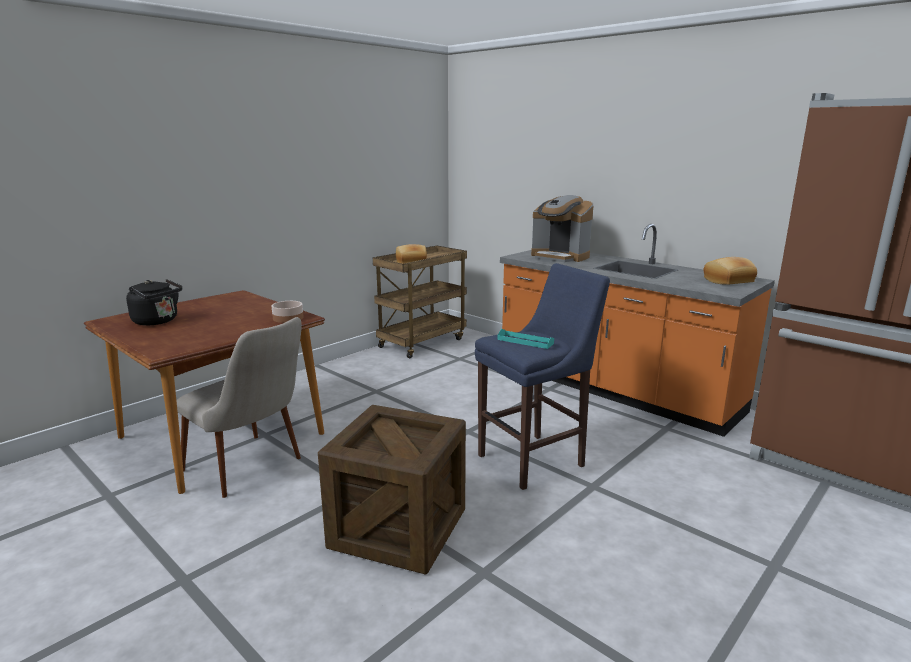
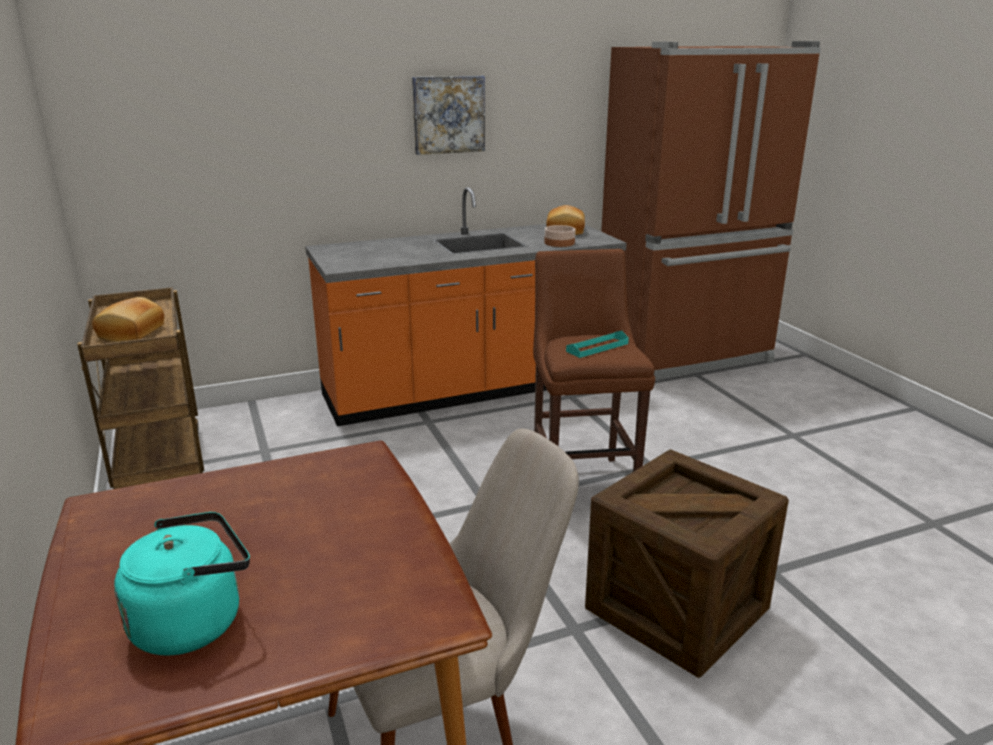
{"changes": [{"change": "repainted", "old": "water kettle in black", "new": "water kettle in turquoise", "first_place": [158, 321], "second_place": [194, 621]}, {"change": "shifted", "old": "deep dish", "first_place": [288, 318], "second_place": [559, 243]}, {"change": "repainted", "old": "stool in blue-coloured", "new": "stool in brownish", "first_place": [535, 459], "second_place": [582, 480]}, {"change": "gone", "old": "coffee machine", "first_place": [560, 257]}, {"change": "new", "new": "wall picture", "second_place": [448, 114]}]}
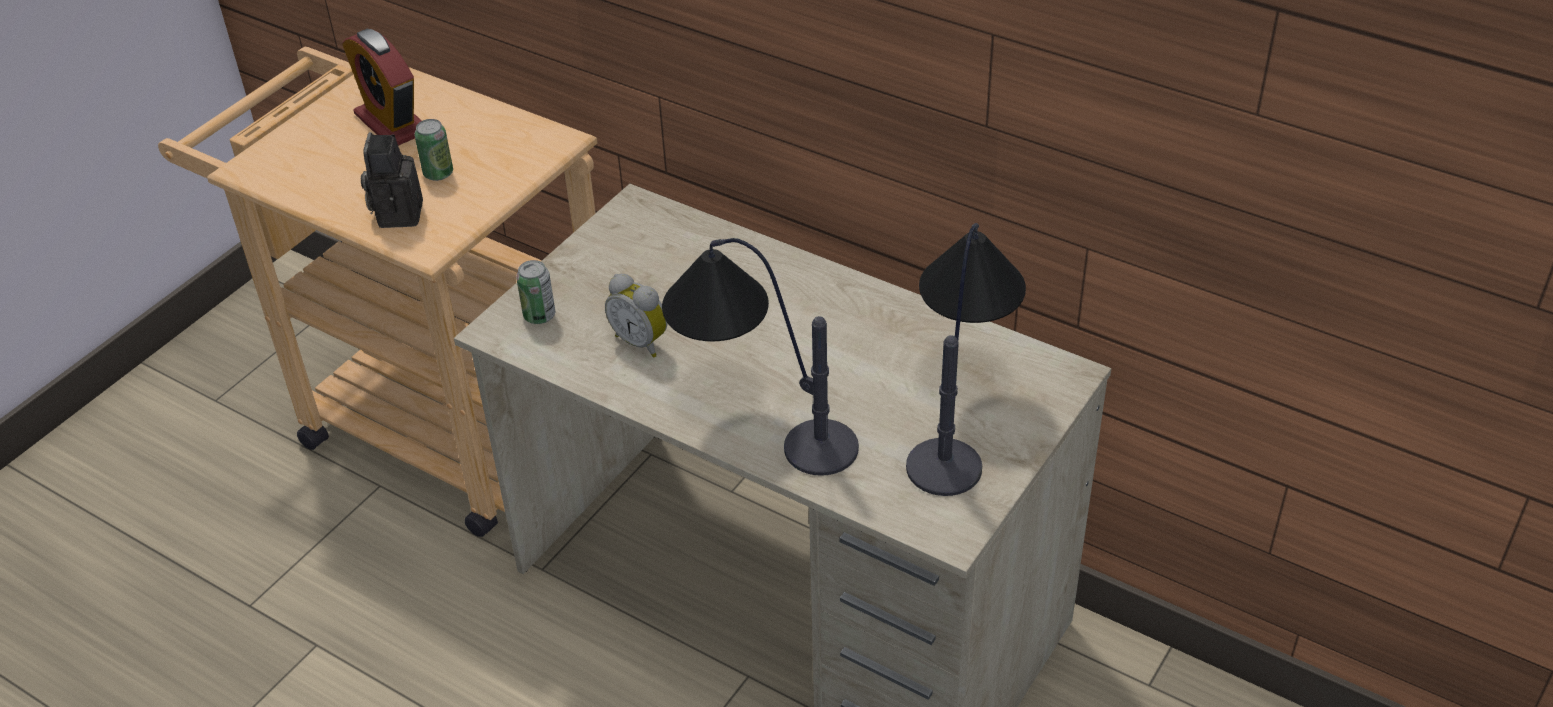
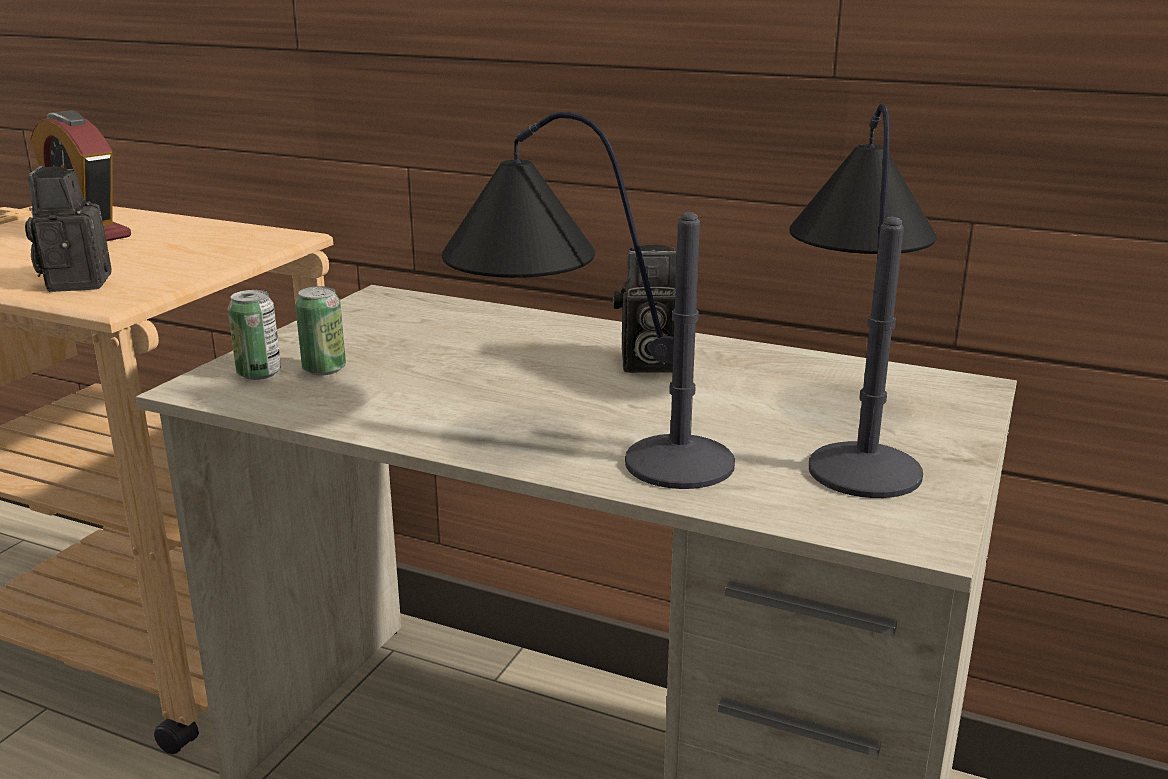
{"changes": [{"change": "shifted", "old": "metal can", "first_place": [438, 173], "second_place": [324, 369]}, {"change": "gone", "old": "alarm clock", "first_place": [642, 341]}, {"change": "new", "new": "photo camera", "second_place": [646, 364]}]}
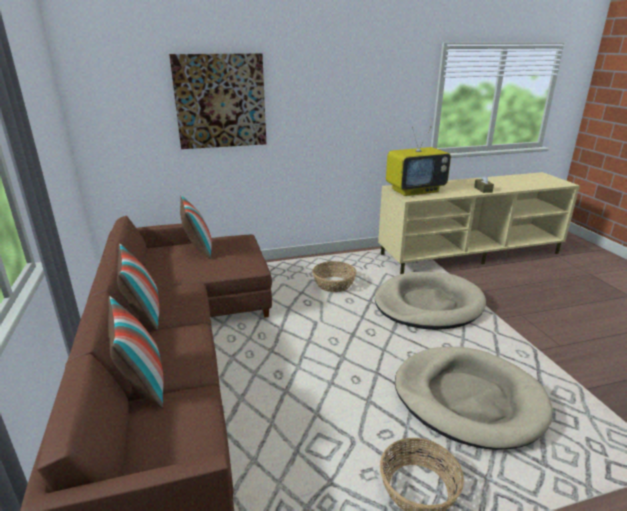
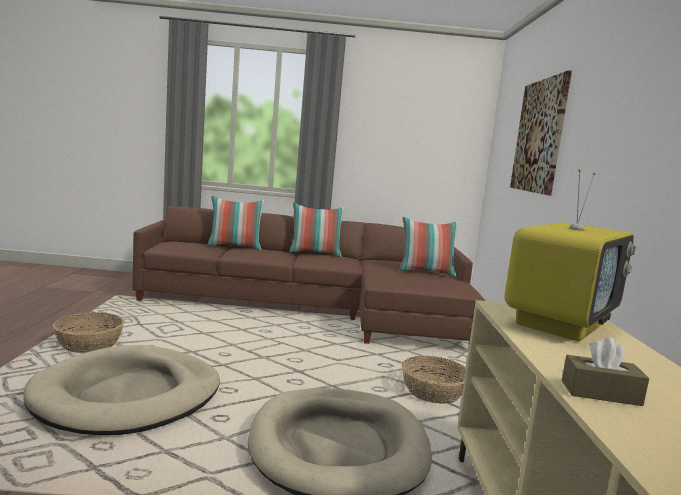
{"changes": [{"change": "rotated", "old": "television", "first_place": [415, 190], "second_place": [561, 323], "degrees": -135}]}
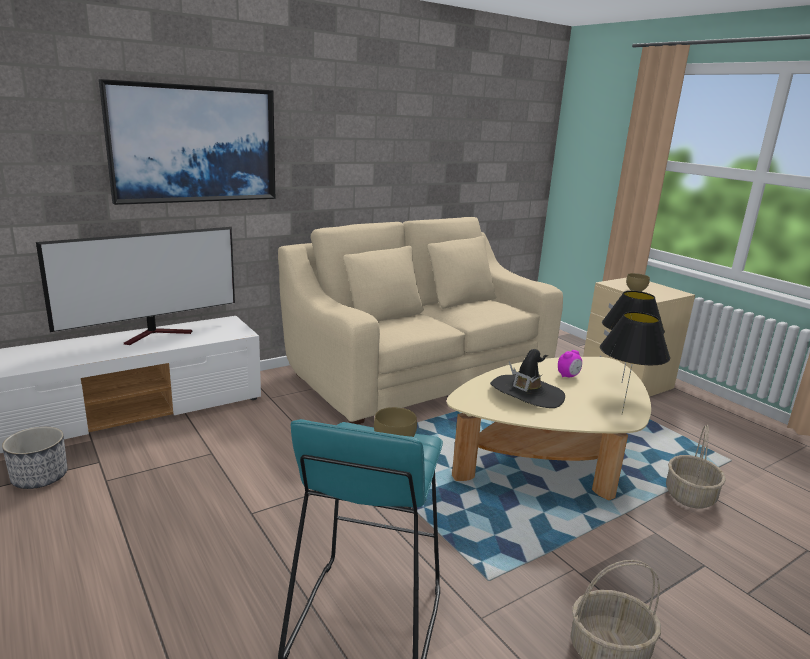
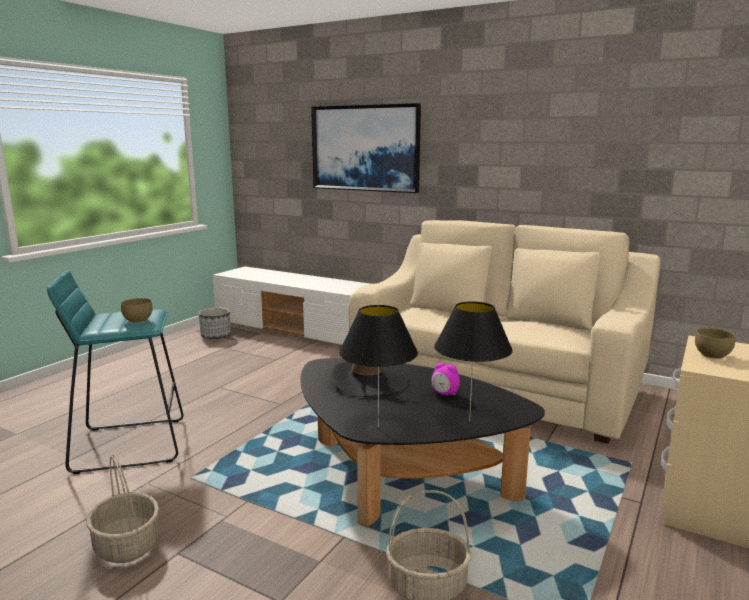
{"changes": [{"change": "gone", "old": "television", "first_place": [157, 334]}, {"change": "repainted", "old": "lounge table in beige-coloured", "new": "lounge table in black", "first_place": [549, 462], "second_place": [401, 479]}]}
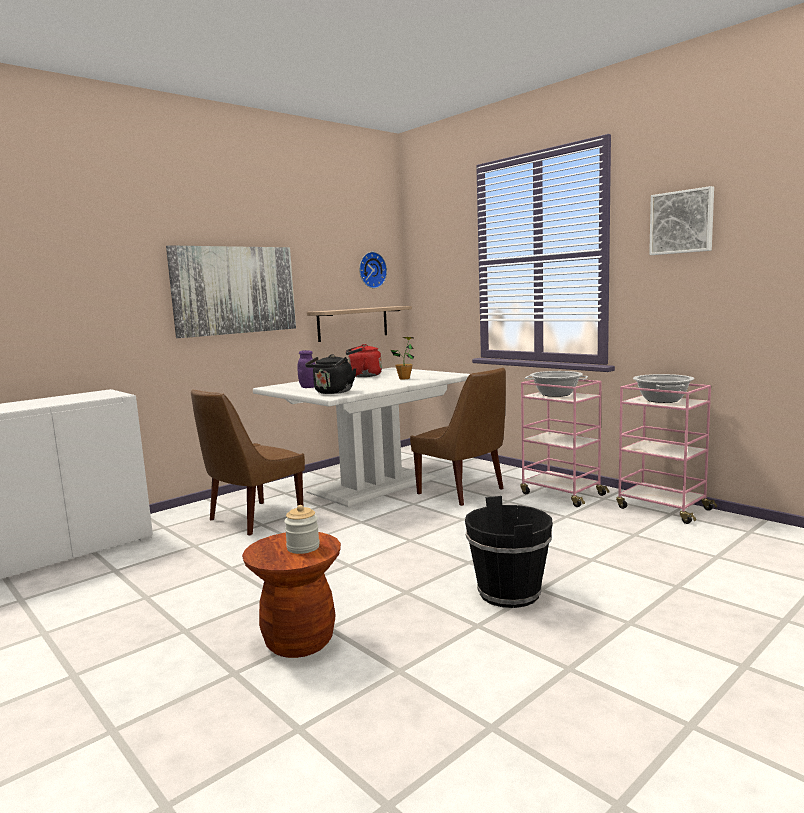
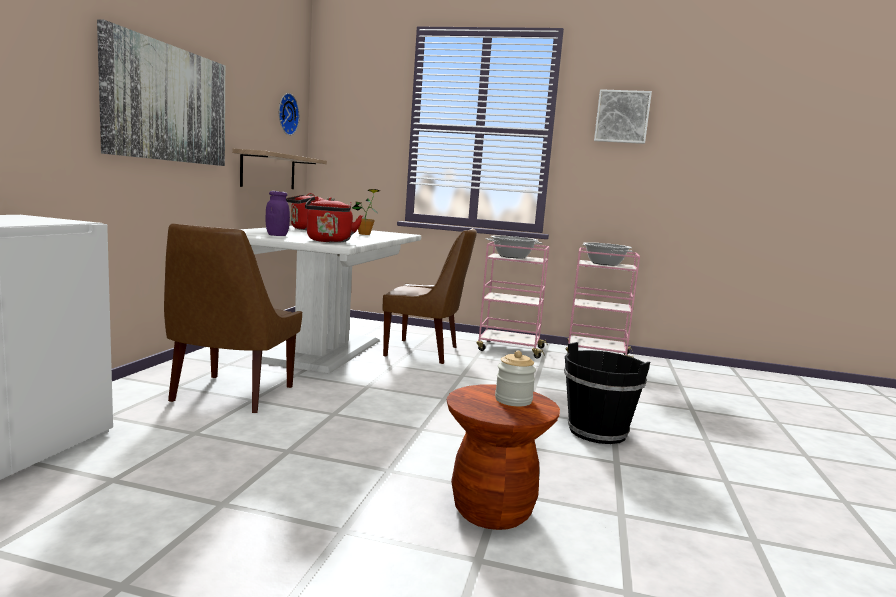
{"changes": [{"change": "repainted", "old": "water kettle in black", "new": "water kettle in red-coloured", "first_place": [332, 392], "second_place": [329, 241]}]}
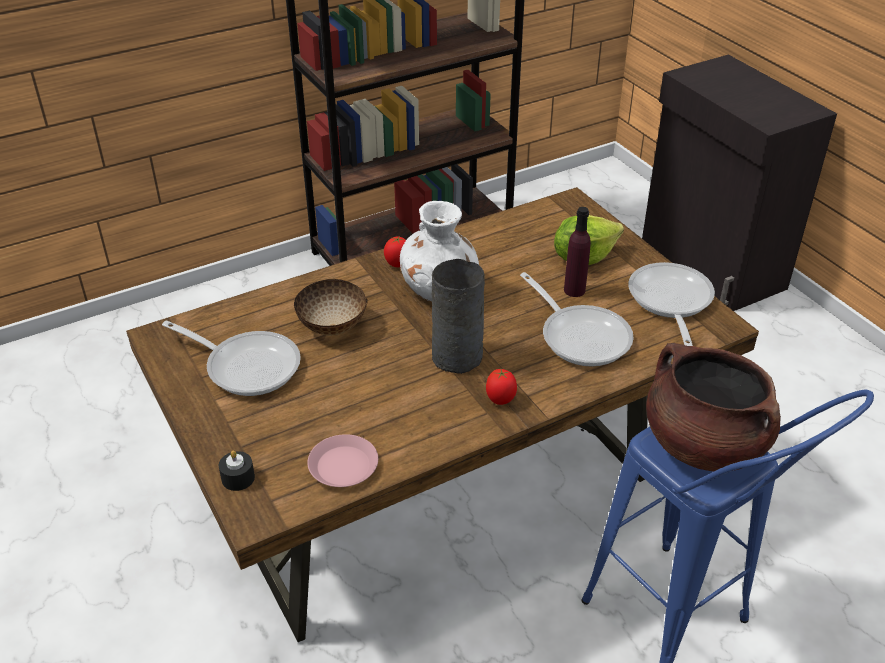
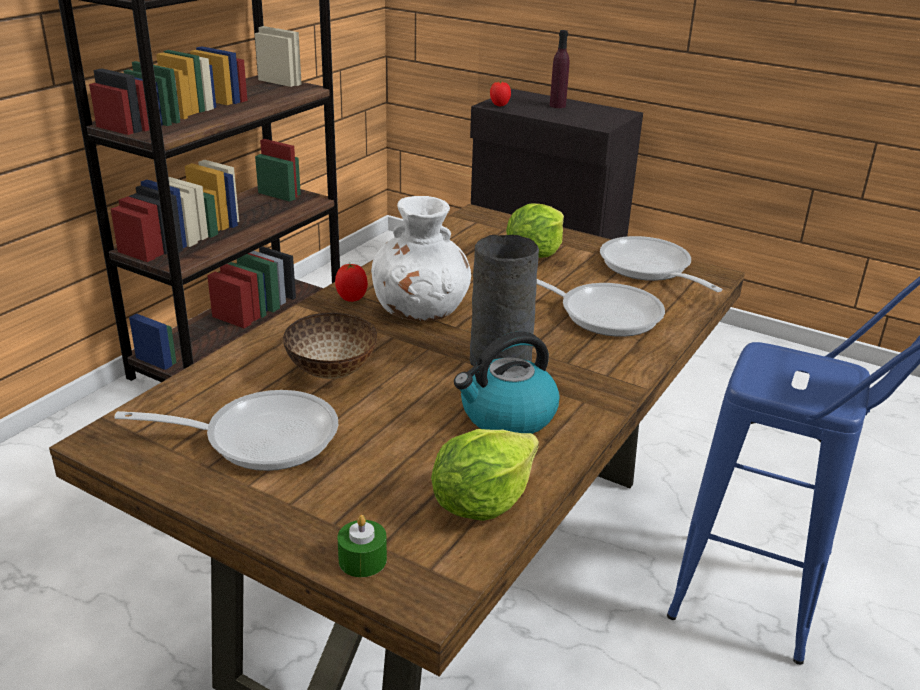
{"changes": [{"change": "repainted", "old": "wax light in black", "new": "wax light in green", "first_place": [238, 478], "second_place": [362, 560]}, {"change": "swapped", "old": "dinner plate in pink-coloured", "new": "head of lettuce", "first_place": [343, 466], "second_place": [481, 502]}, {"change": "shifted", "old": "whole tomato", "first_place": [500, 400], "second_place": [499, 105]}, {"change": "shifted", "old": "bottle in purple", "first_place": [574, 290], "second_place": [557, 106]}, {"change": "gone", "old": "cooking pot in brownish", "first_place": [703, 444]}, {"change": "new", "new": "water kettle", "second_place": [507, 416]}]}
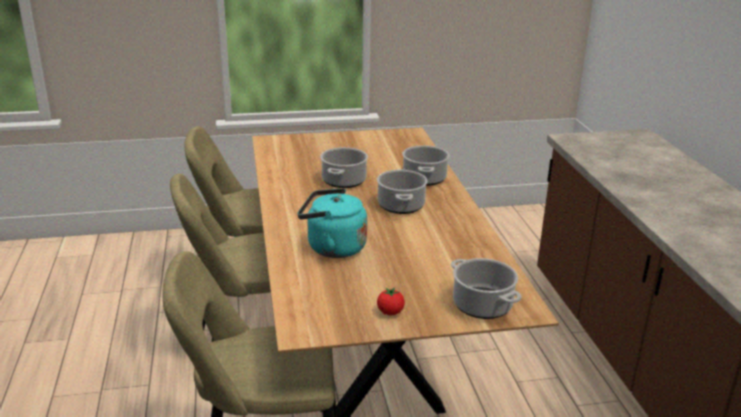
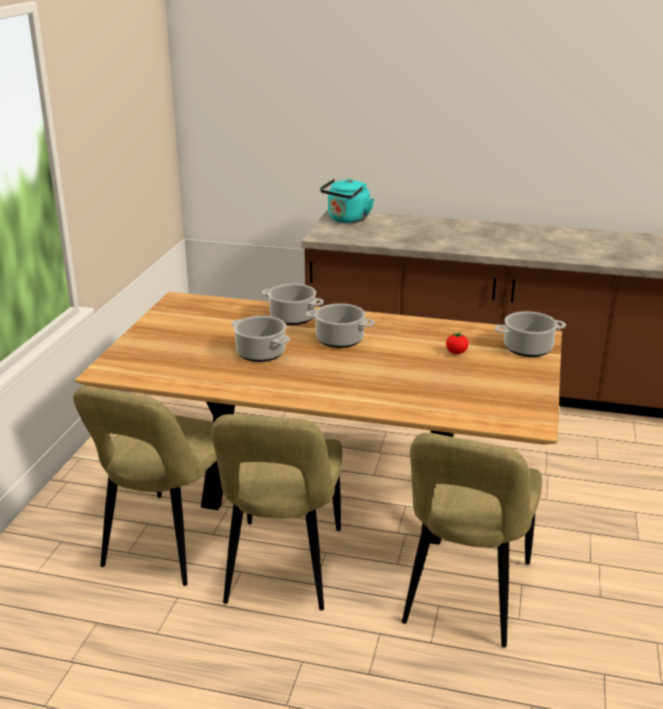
{"changes": [{"change": "shifted", "old": "water kettle in turquoise", "first_place": [332, 247], "second_place": [347, 220]}, {"change": "shifted", "old": "whole tomato", "first_place": [390, 312], "second_place": [456, 352]}]}
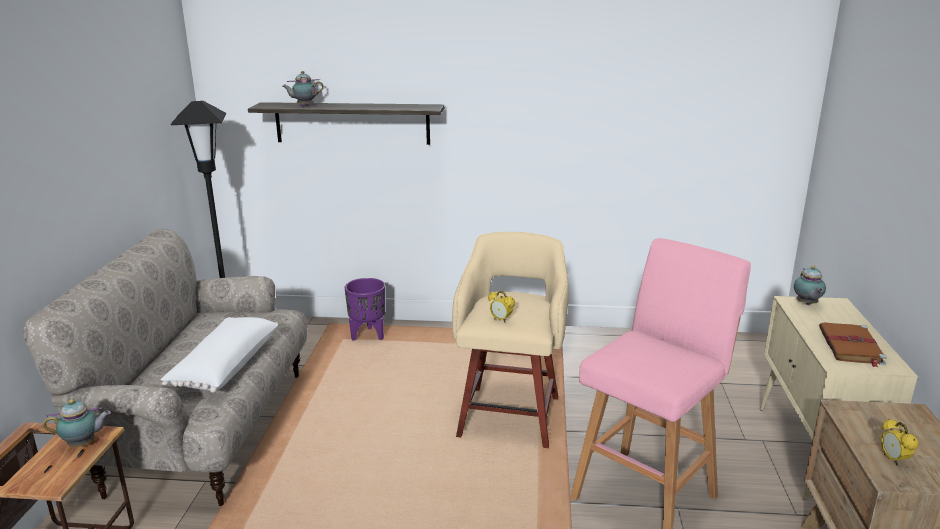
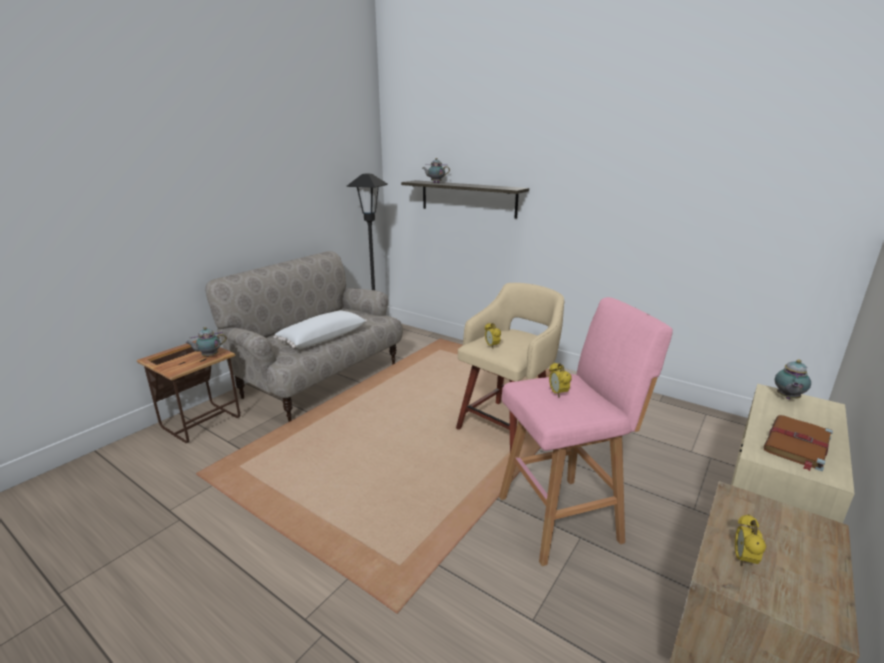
{"changes": [{"change": "rotated", "old": "teapot", "first_place": [84, 444], "second_place": [209, 356], "degrees": 135}, {"change": "gone", "old": "plant pot in purple", "first_place": [368, 336]}, {"change": "new", "new": "alarm clock", "second_place": [558, 394]}]}
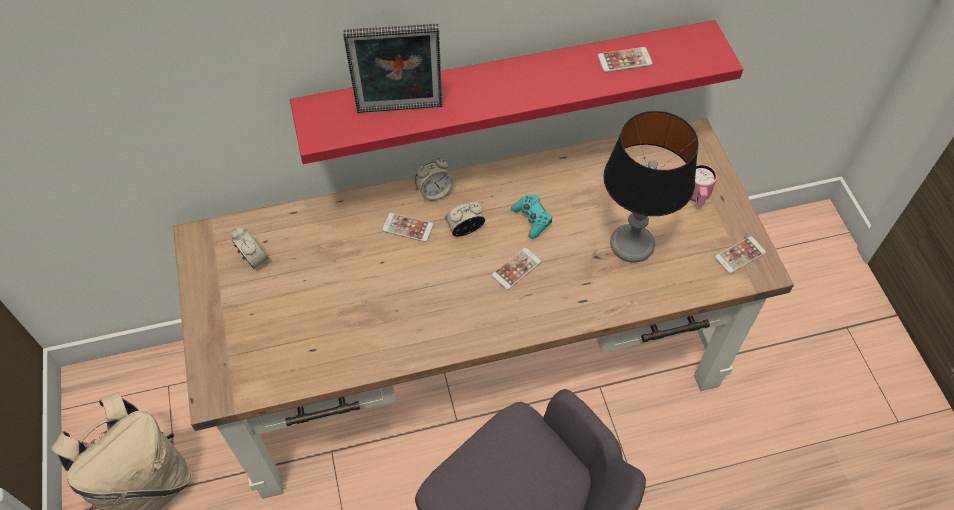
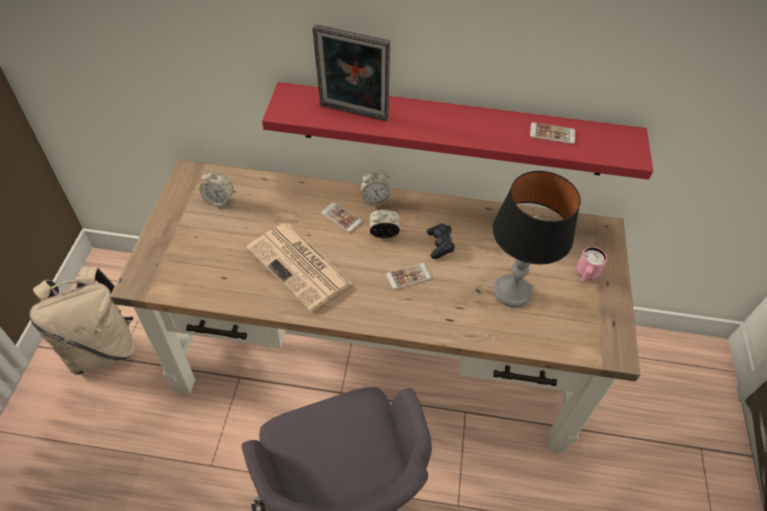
{"changes": [{"change": "rotated", "old": "alarm clock", "first_place": [254, 259], "second_place": [219, 200], "degrees": 120}, {"change": "repainted", "old": "joypad in turquoise", "new": "joypad in black", "first_place": [532, 219], "second_place": [440, 244]}, {"change": "gone", "old": "phone", "first_place": [740, 255]}, {"change": "new", "new": "newspaper", "second_place": [300, 266]}]}
